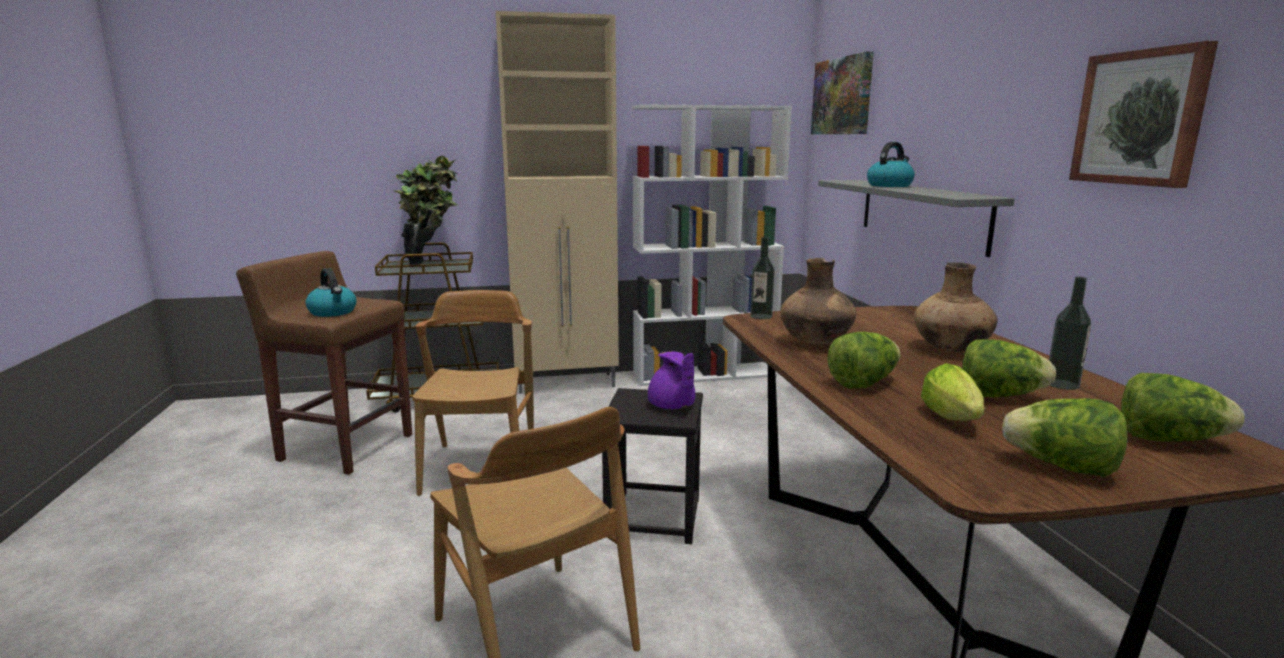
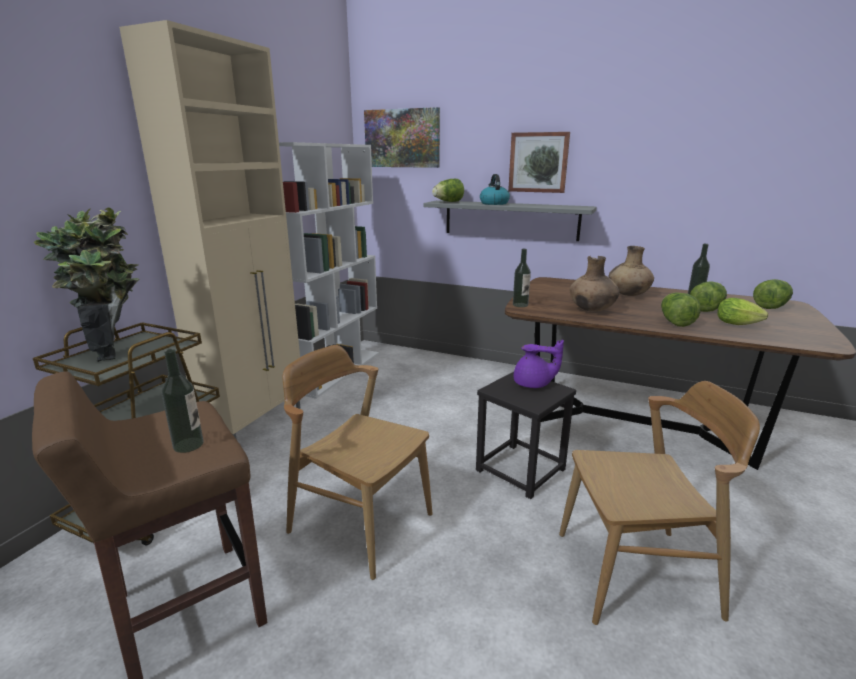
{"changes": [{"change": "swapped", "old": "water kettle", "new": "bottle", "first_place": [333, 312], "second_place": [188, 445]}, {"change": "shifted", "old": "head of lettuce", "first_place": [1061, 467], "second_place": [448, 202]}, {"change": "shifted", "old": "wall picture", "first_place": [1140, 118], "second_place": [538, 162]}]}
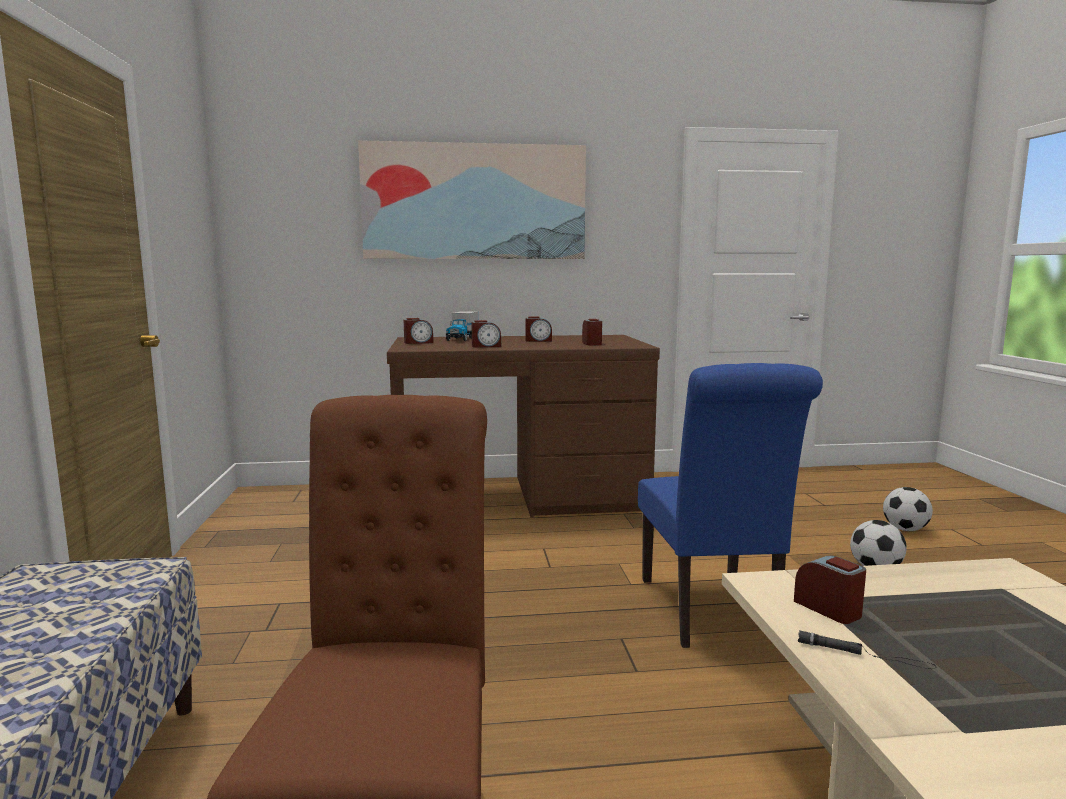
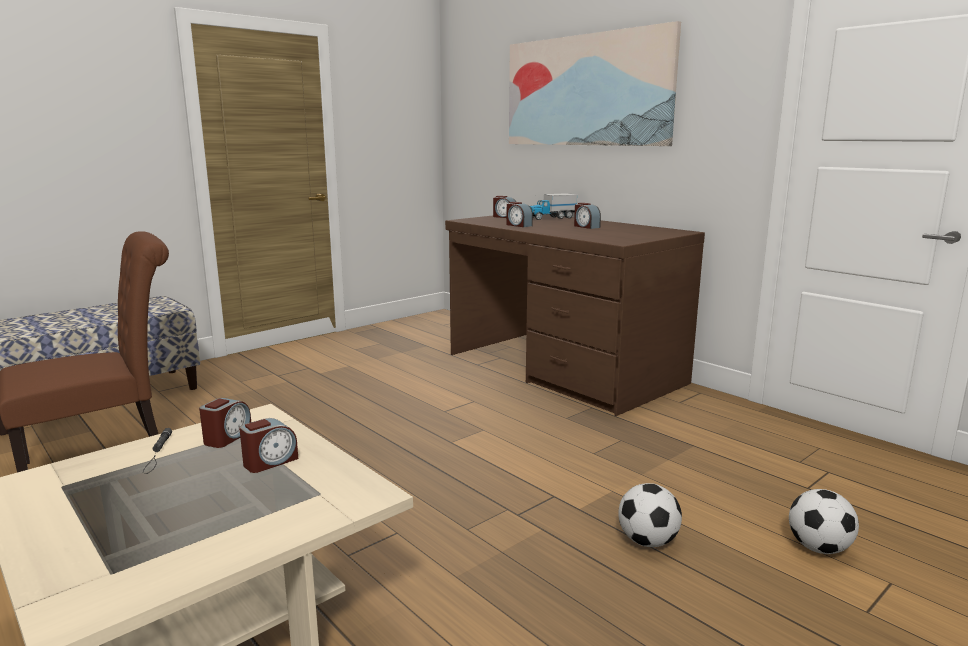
{"changes": [{"change": "shifted", "old": "alarm clock", "first_place": [592, 344], "second_place": [270, 462]}, {"change": "gone", "old": "upright chair in blue-coloured", "first_place": [712, 614]}]}
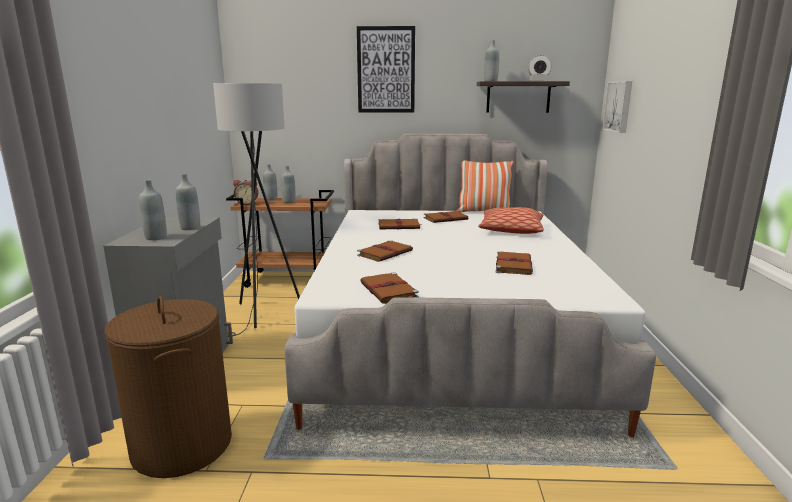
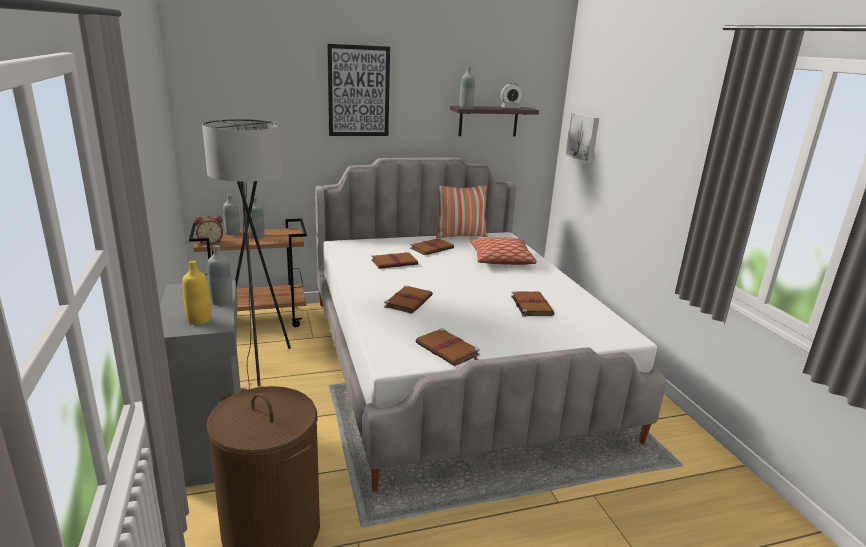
{"changes": [{"change": "repainted", "old": "bottle in grey", "new": "bottle in yellowish", "first_place": [156, 237], "second_place": [199, 320]}]}
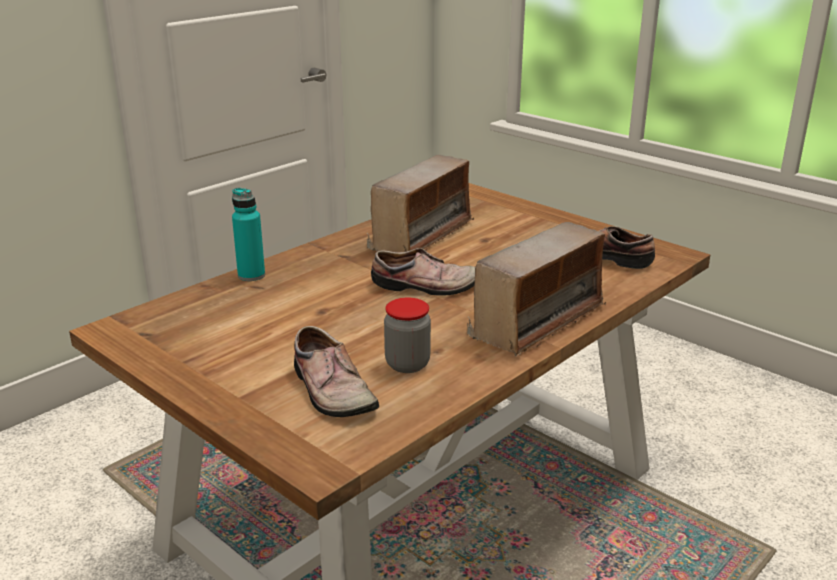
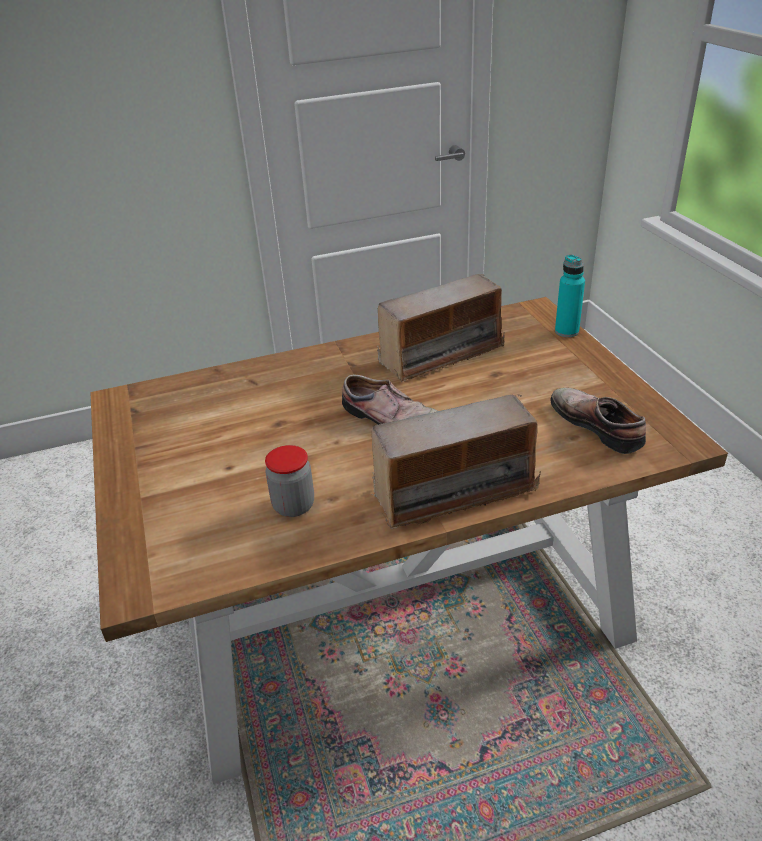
{"changes": [{"change": "shifted", "old": "bottle in turquoise", "first_place": [251, 275], "second_place": [566, 331]}, {"change": "gone", "old": "item of footwear", "first_place": [329, 391]}]}
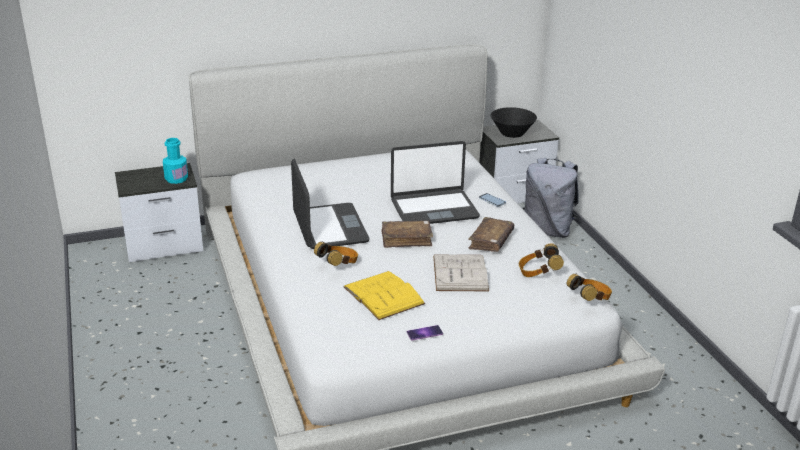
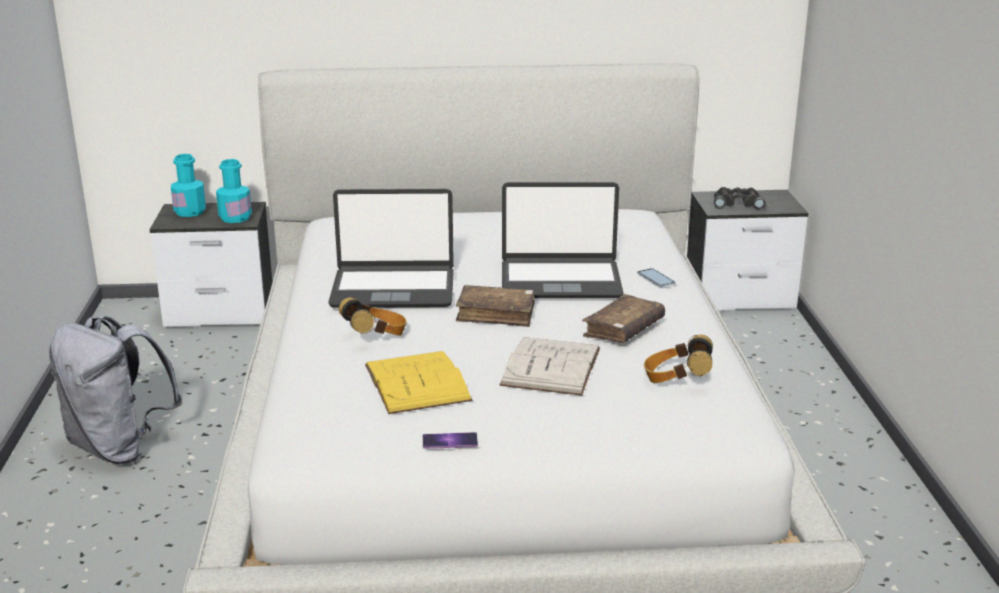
{"changes": [{"change": "rotated", "old": "portable computer", "first_place": [329, 227], "second_place": [393, 289], "degrees": 90}, {"change": "swapped", "old": "deep dish in black", "new": "binoculars in black", "first_place": [512, 134], "second_place": [737, 203]}, {"change": "shifted", "old": "rucksack in grey", "first_place": [547, 230], "second_place": [119, 447]}, {"change": "gone", "old": "headset", "first_place": [589, 299]}, {"change": "new", "new": "bottle in turquoise", "second_place": [190, 212]}]}
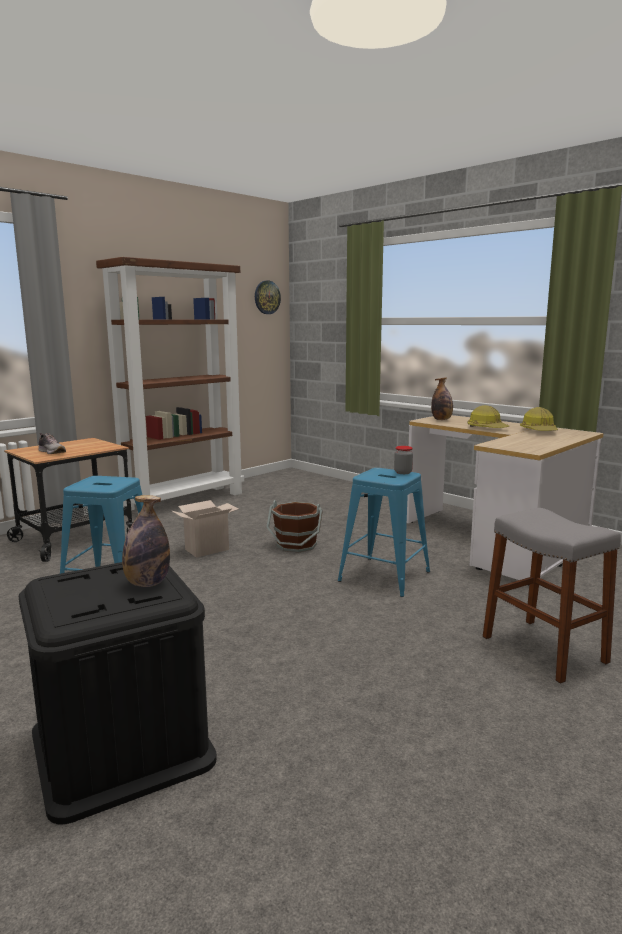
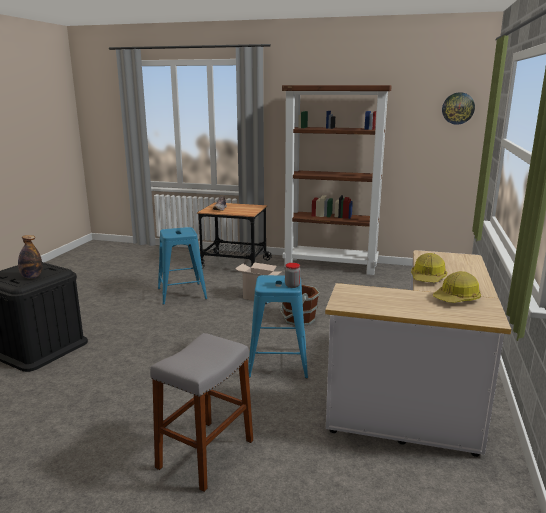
{"changes": [{"change": "gone", "old": "bottle", "first_place": [441, 419]}]}
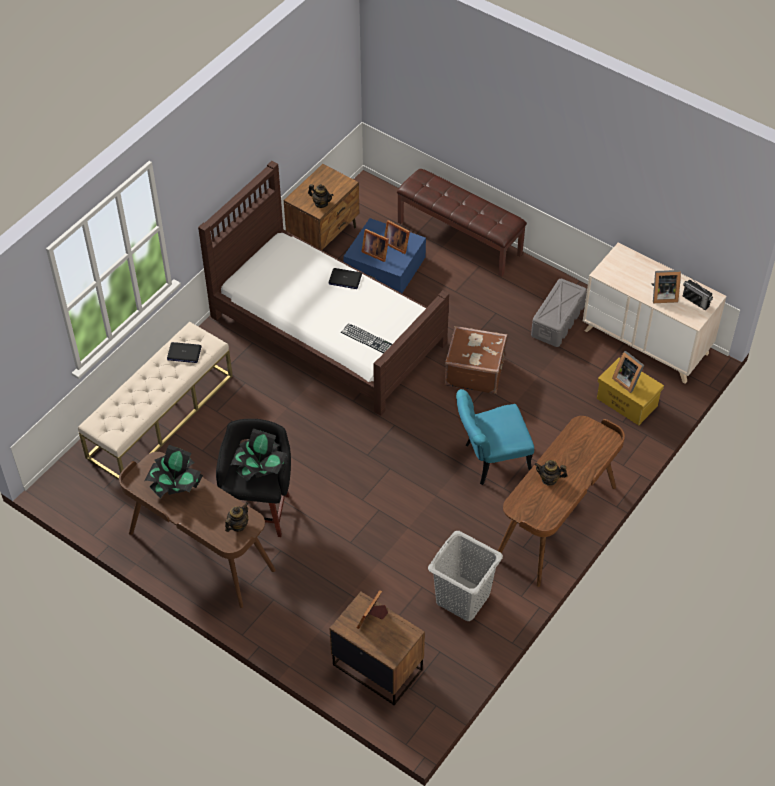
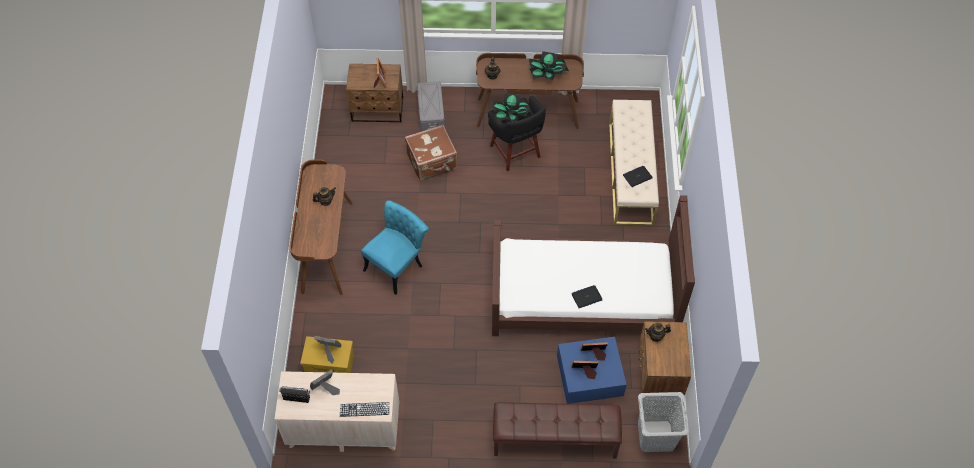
{"changes": [{"change": "shifted", "old": "keyboard", "first_place": [366, 338], "second_place": [364, 409]}, {"change": "shifted", "old": "hamper in grey", "first_place": [463, 598], "second_place": [655, 436]}, {"change": "shifted", "old": "piece of luggage in brownish", "first_place": [474, 371], "second_place": [432, 163]}, {"change": "shifted", "old": "storage box in grey", "first_place": [558, 321], "second_place": [431, 114]}]}
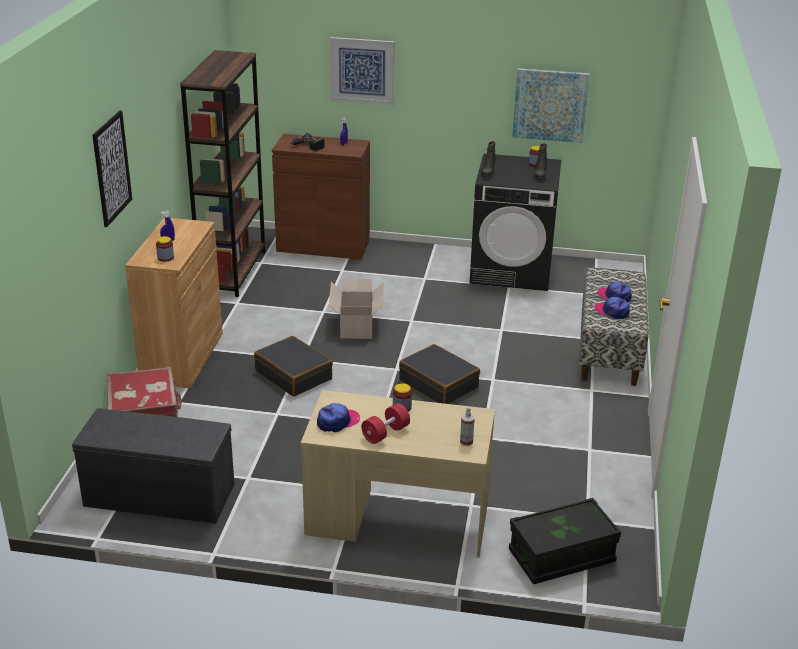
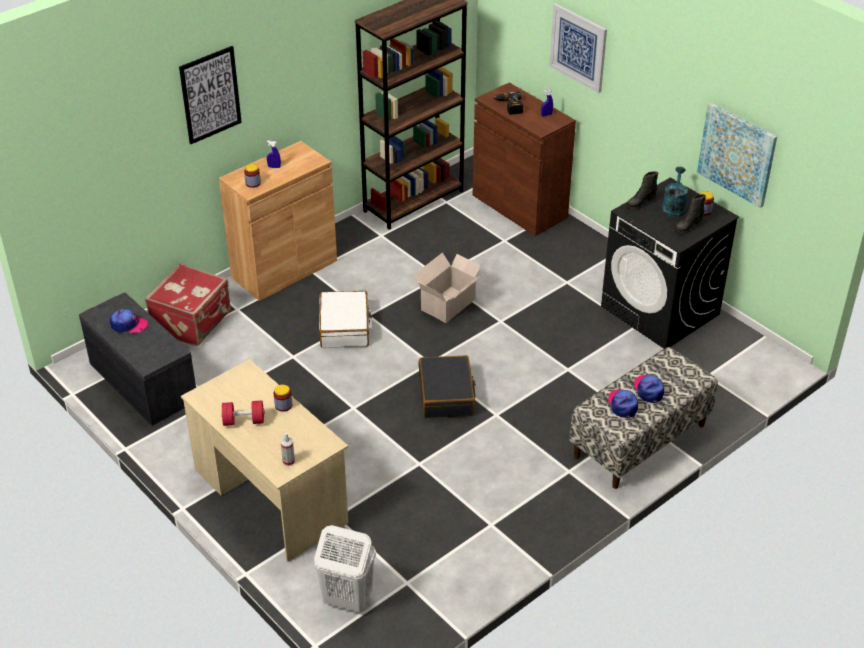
{"changes": [{"change": "repainted", "old": "piece of luggage in black", "new": "piece of luggage in whitish", "first_place": [294, 375], "second_place": [345, 327]}, {"change": "shifted", "old": "cap", "first_place": [338, 422], "second_place": [128, 325]}, {"change": "swapped", "old": "storage box in black", "new": "hamper in whitish", "first_place": [561, 556], "second_place": [347, 599]}, {"change": "new", "new": "watering can in turquoise", "second_place": [673, 207]}]}
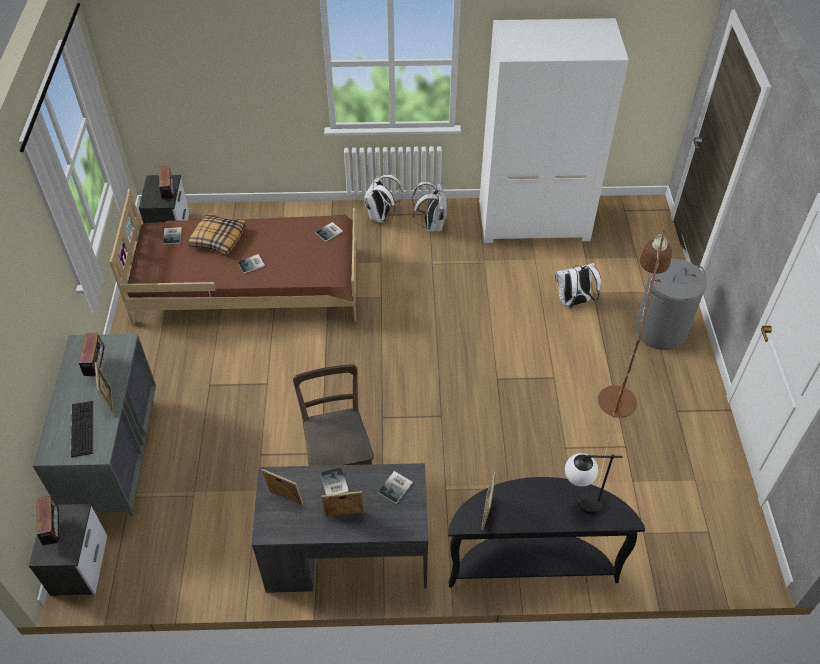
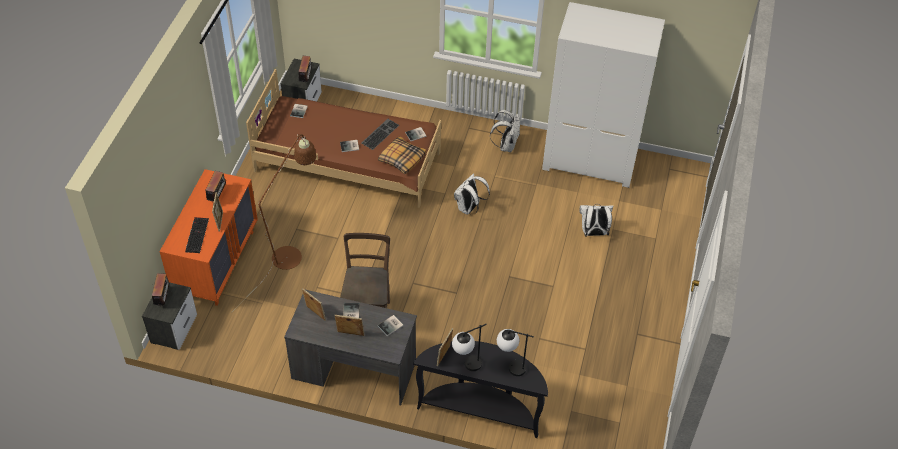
{"changes": [{"change": "repainted", "old": "drawer chest in grey", "new": "drawer chest in orangey", "first_place": [116, 456], "second_place": [217, 263]}, {"change": "shifted", "old": "pillow", "first_place": [218, 238], "second_place": [402, 159]}, {"change": "shifted", "old": "rucksack in whitish", "first_place": [381, 216], "second_place": [469, 208]}, {"change": "shifted", "old": "standard lamp in brownish", "first_place": [618, 393], "second_place": [291, 252]}, {"change": "gone", "old": "hamper in grey", "first_place": [660, 331]}, {"change": "new", "new": "keyboard", "second_place": [380, 133]}, {"change": "new", "new": "lamp for a table", "second_place": [466, 366]}]}
